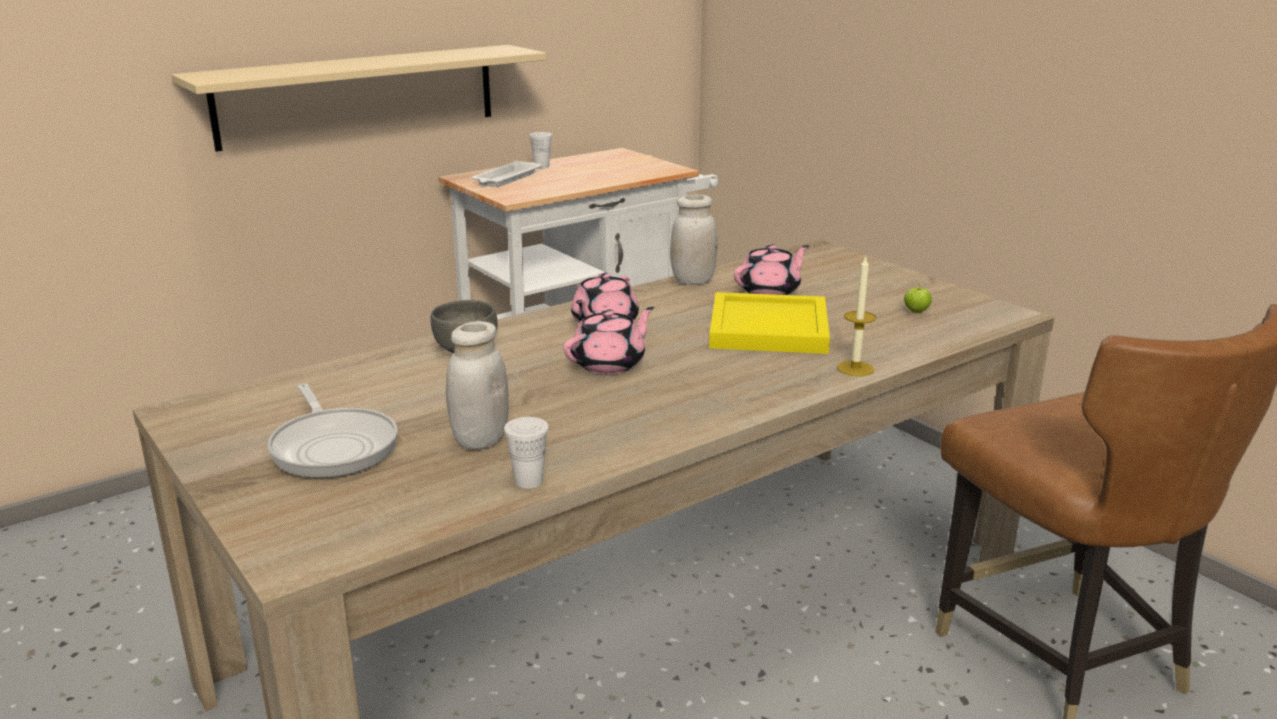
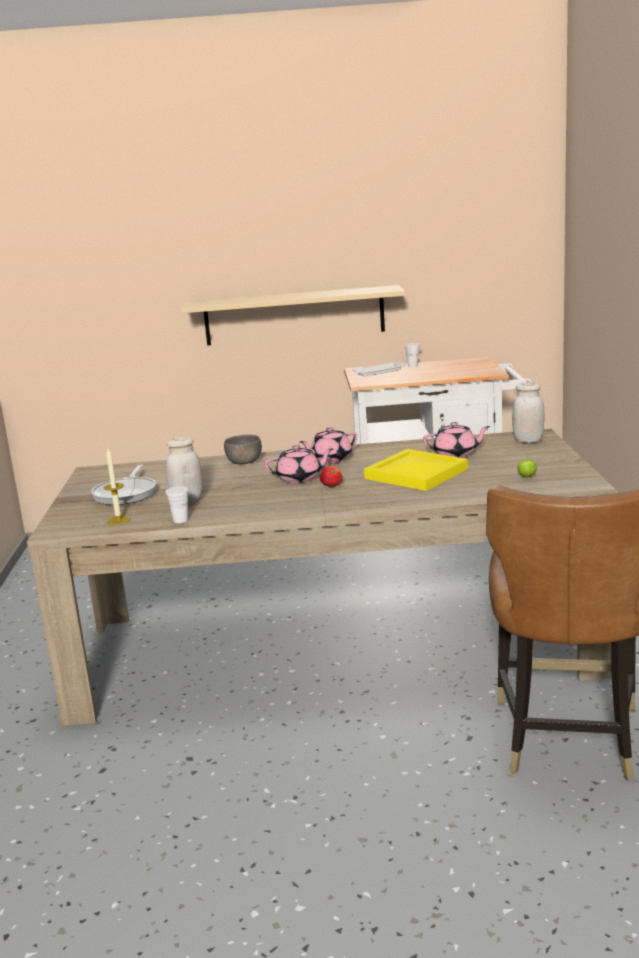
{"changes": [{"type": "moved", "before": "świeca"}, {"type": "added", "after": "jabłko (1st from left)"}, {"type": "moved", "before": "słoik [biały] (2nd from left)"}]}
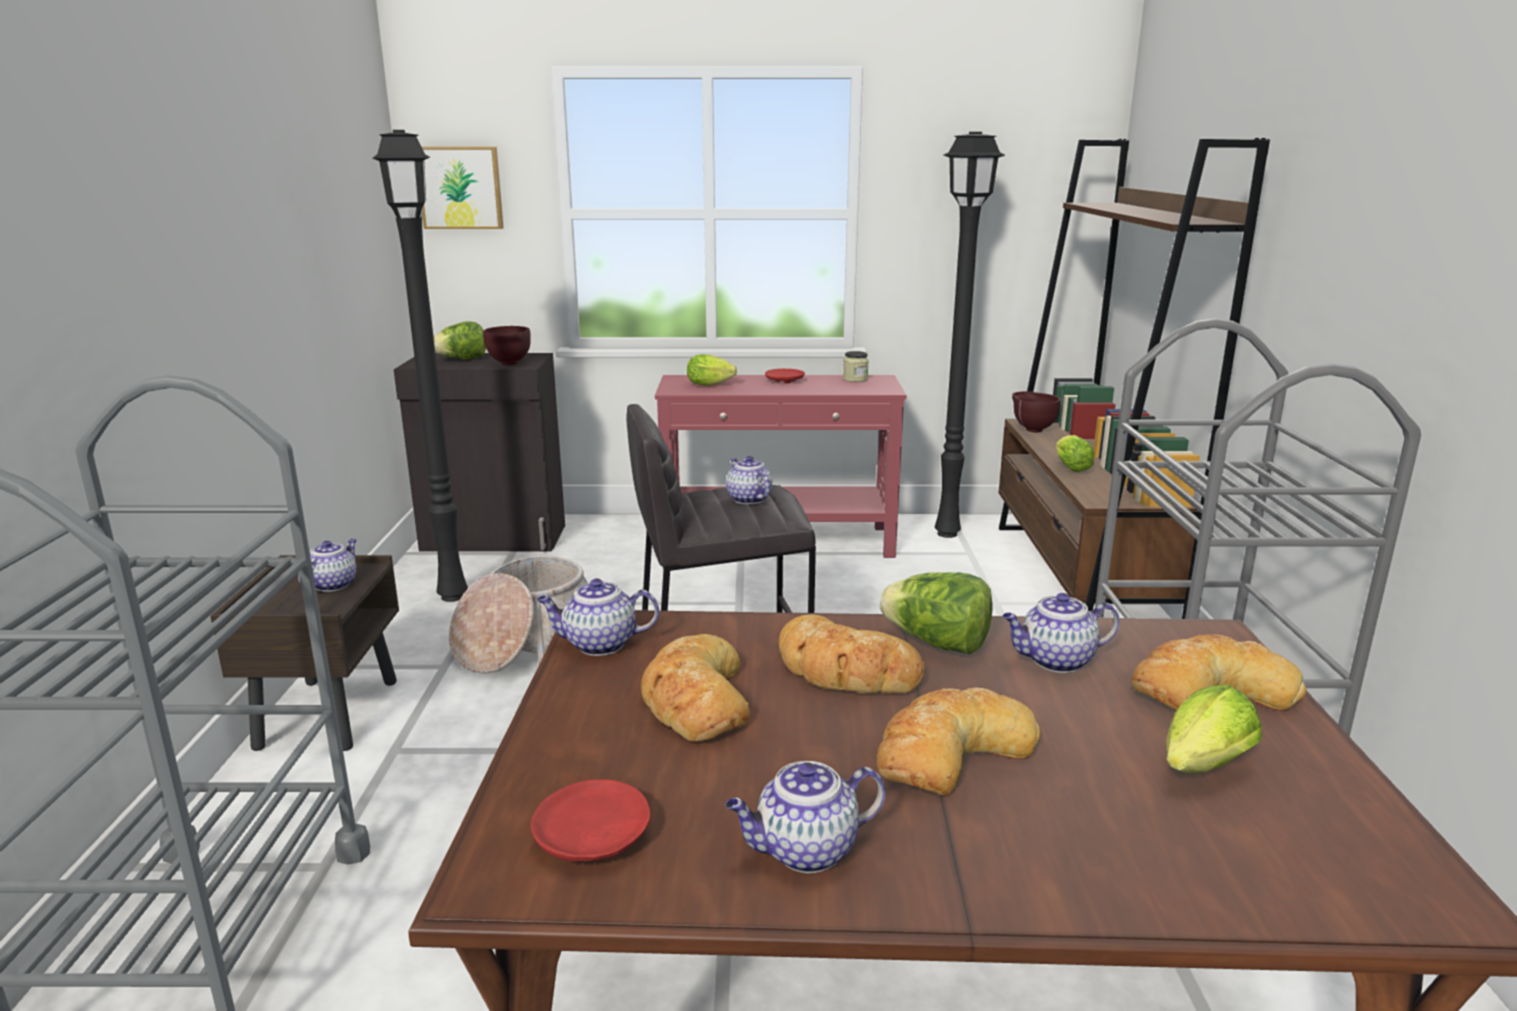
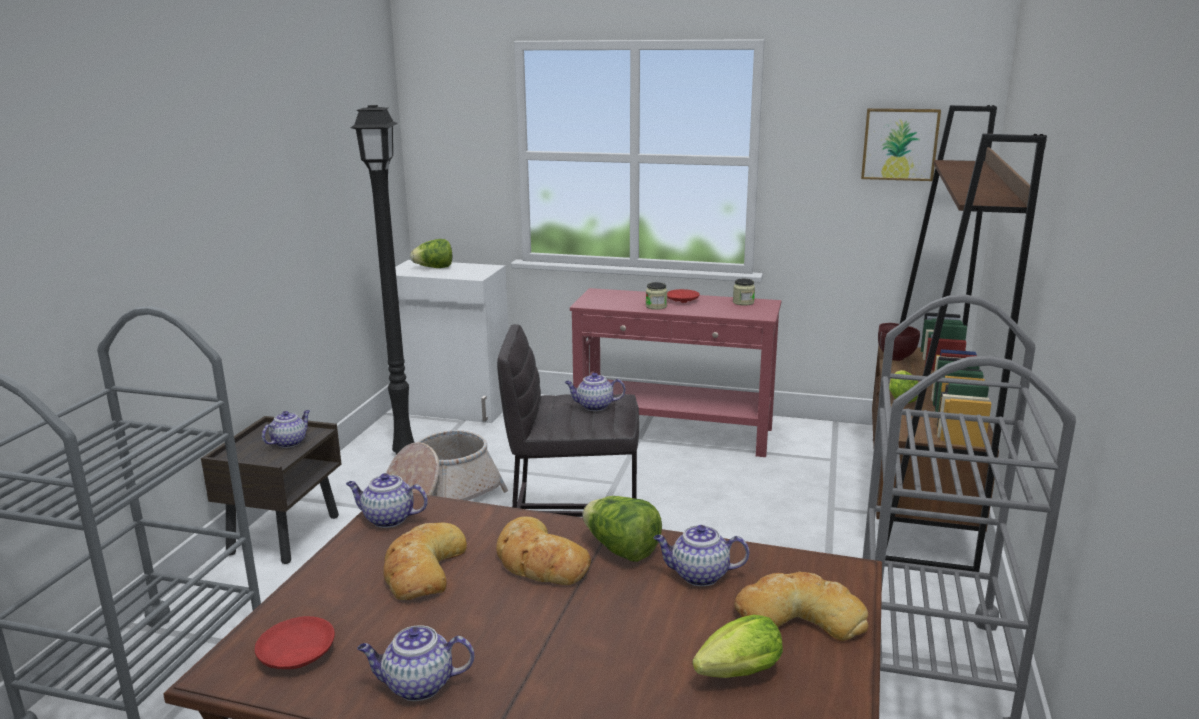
{"changes": [{"type": "recoloured", "before": "szafka [czarny]", "after": "szafka [biały]"}, {"type": "turned", "before": "imbryk (3rd from left in the first image)", "turn": -75}, {"type": "added", "after": "słoik (1st from left)"}, {"type": "moved", "before": "obraz"}, {"type": "removed", "before": "miska [brązowy] (1st from left)"}, {"type": "removed", "before": "sałata (2nd from left)"}, {"type": "removed", "before": "chleb (3rd from left)"}, {"type": "removed", "before": "lampa stojąca [czarny] (2nd from left)"}]}
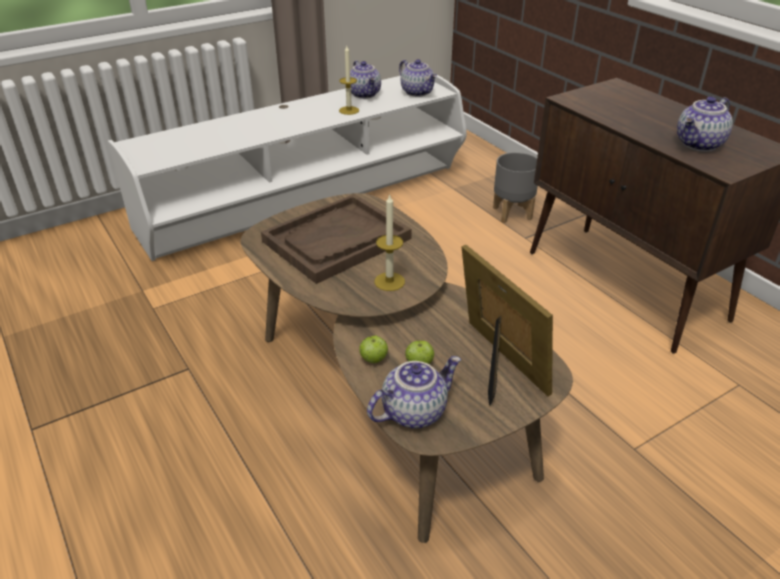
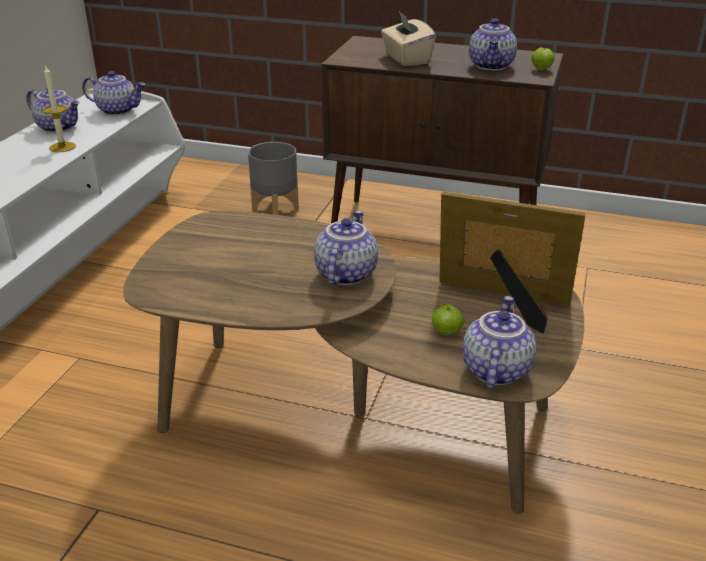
{"changes": [{"type": "replaced", "before": "świeca (2nd from left)", "after": "imbryk (3rd from left)"}, {"type": "added", "after": "pudełko chusteczek [beżowy]"}, {"type": "moved", "before": "jabłko (1st from left in the first image)", "after": "jabłko (2nd from left)"}, {"type": "removed", "before": "taca [brązowy]"}]}
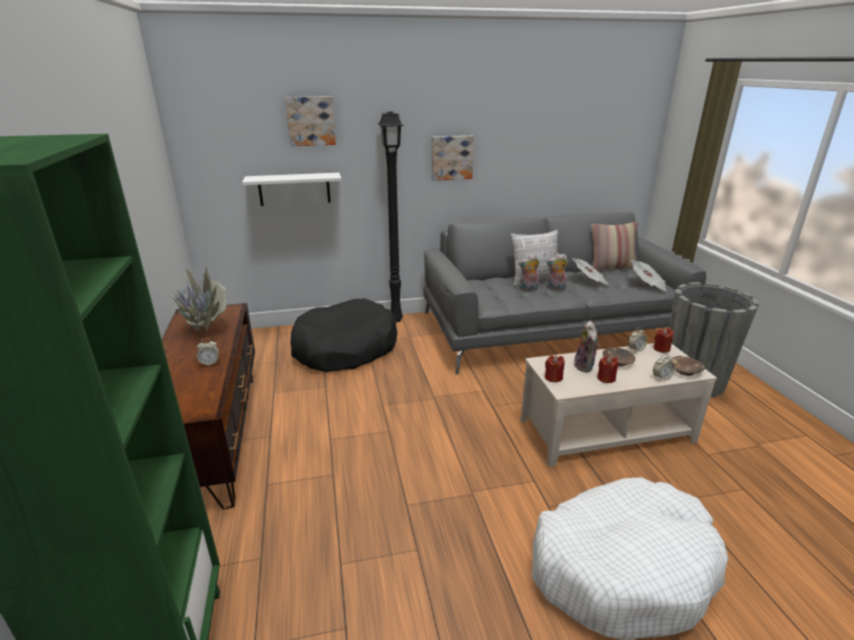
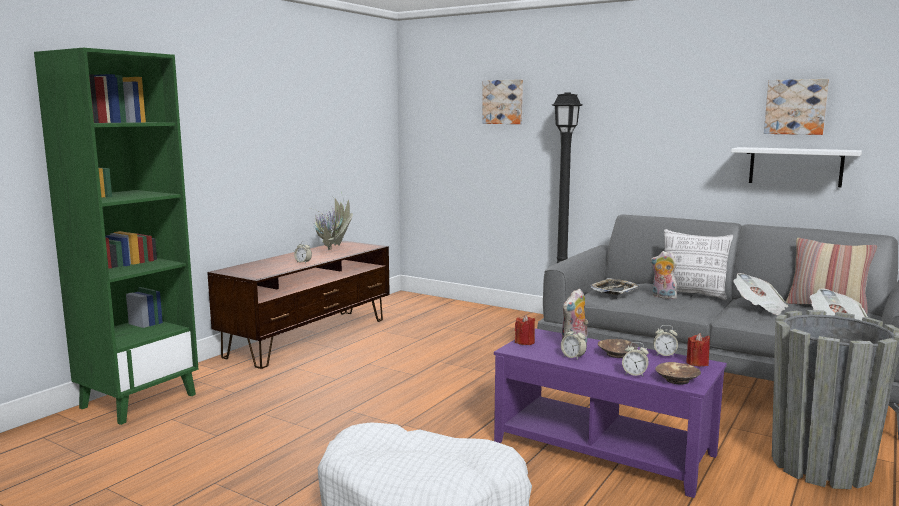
{"changes": [{"type": "recoloured", "before": "ława [beżowy]", "after": "ława [fioletowy]"}, {"type": "replaced", "before": "świeca [czerwony] (2nd from left)", "after": "budzik (2nd from left)"}, {"type": "added", "after": "taca"}, {"type": "moved", "before": "półka [biały]"}, {"type": "moved", "before": "obraz (2nd from left)"}, {"type": "removed", "before": "legowisko [czarny]"}, {"type": "removed", "before": "pluszak (2nd from left)"}]}
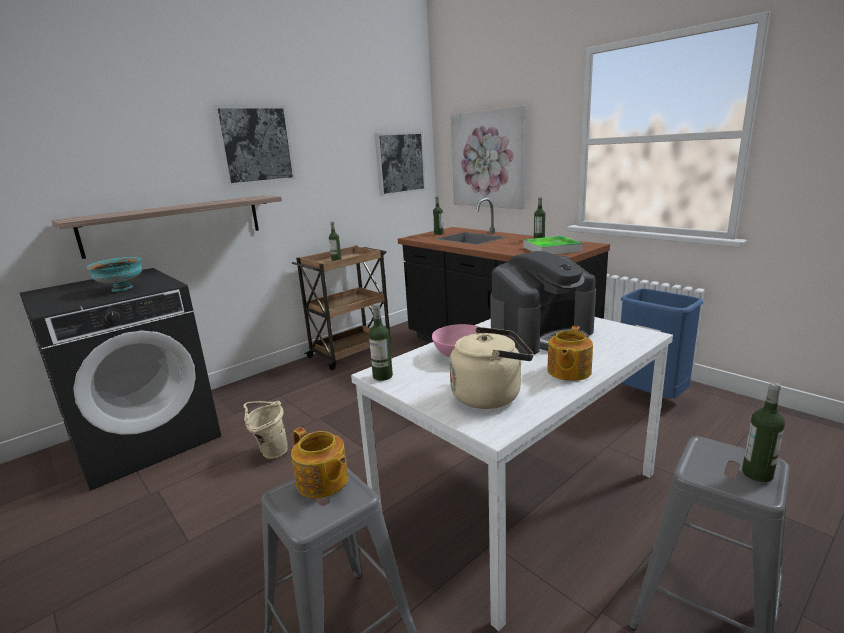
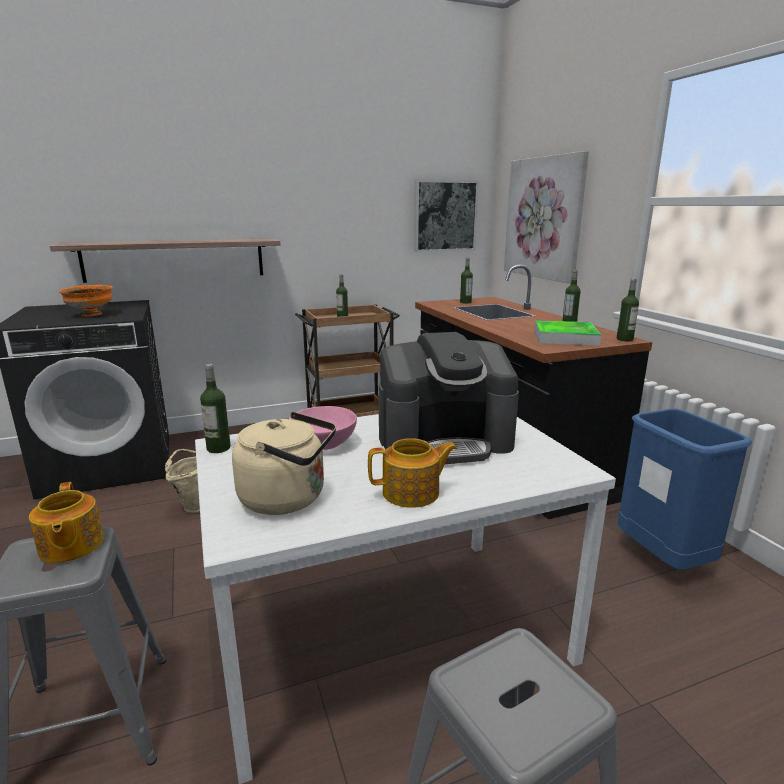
{"changes": [{"type": "recoloured", "before": "miska [turkusowy]", "after": "miska [pomarańczowy]"}, {"type": "turned", "before": "imbryk (2nd from left)", "turn": -150}, {"type": "moved", "before": "butelka (5th from left)"}, {"type": "removed", "before": "obraz (1st from left)"}]}
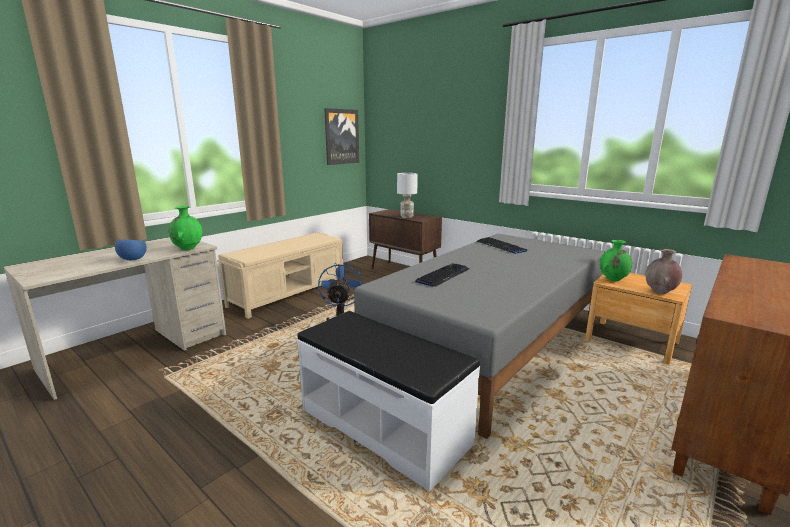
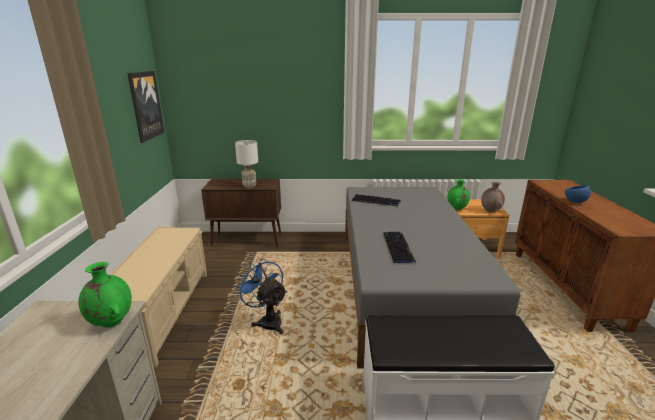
{"changes": [{"type": "moved", "before": "miska [niebieski]"}]}
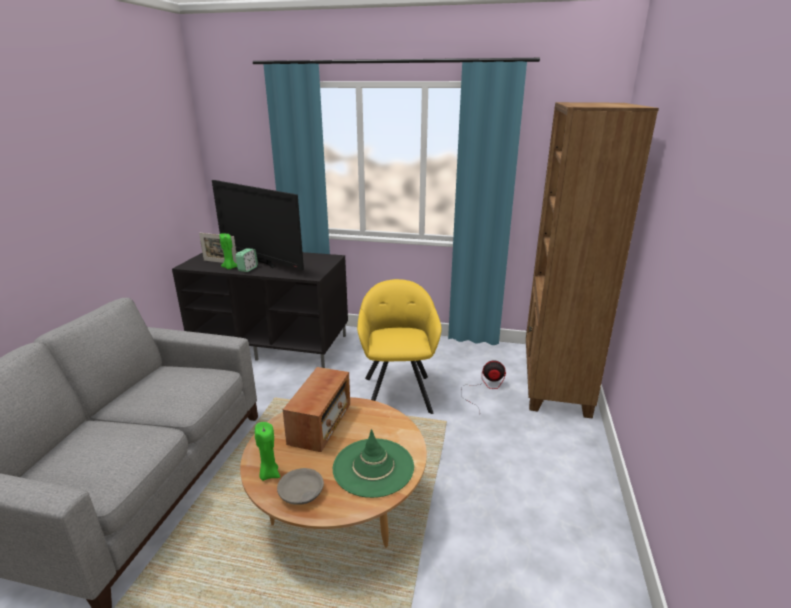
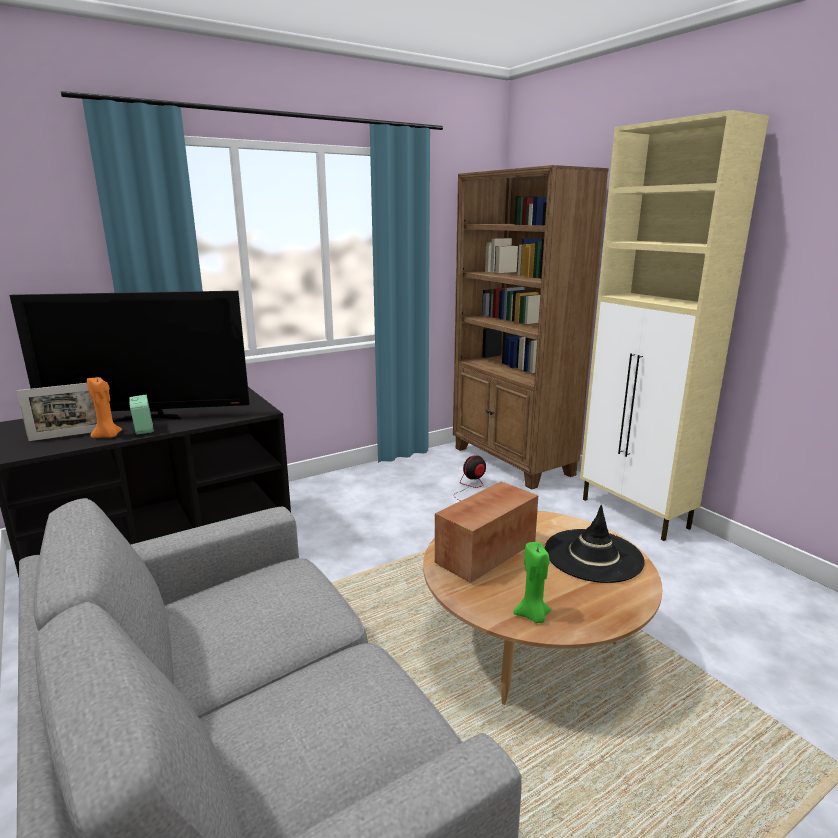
{"changes": [{"type": "recoloured", "before": "świeca [zielony] (1st from left)", "after": "świeca [pomarańczowy]"}, {"type": "turned", "before": "radio", "turn": -105}, {"type": "recoloured", "before": "kapelusz [zielony]", "after": "kapelusz [czarny]"}, {"type": "added", "after": "szafka [beżowy]"}, {"type": "removed", "before": "miska [szary]"}, {"type": "removed", "before": "fotel [żółty]"}]}
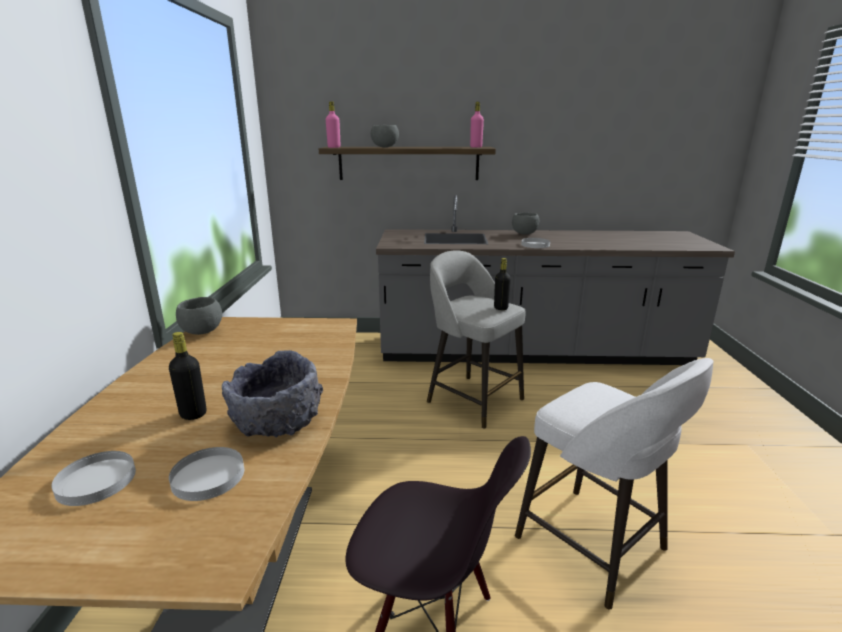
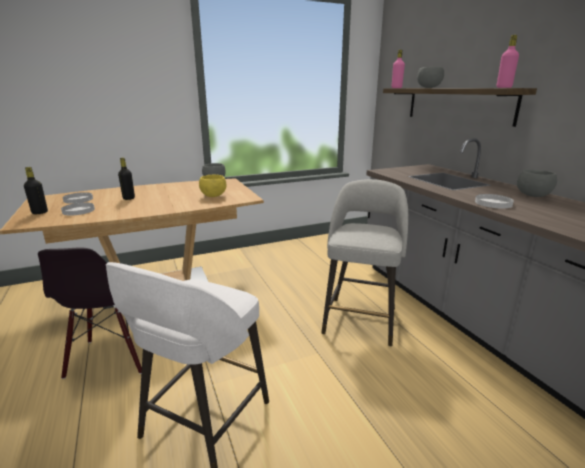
{"changes": [{"type": "moved", "before": "butelka [czarny] (2nd from left in the first image)", "after": "butelka [czarny] (1st from left)"}, {"type": "added", "after": "miska [żółty]"}, {"type": "removed", "before": "miska [szary] (2nd from left)"}]}
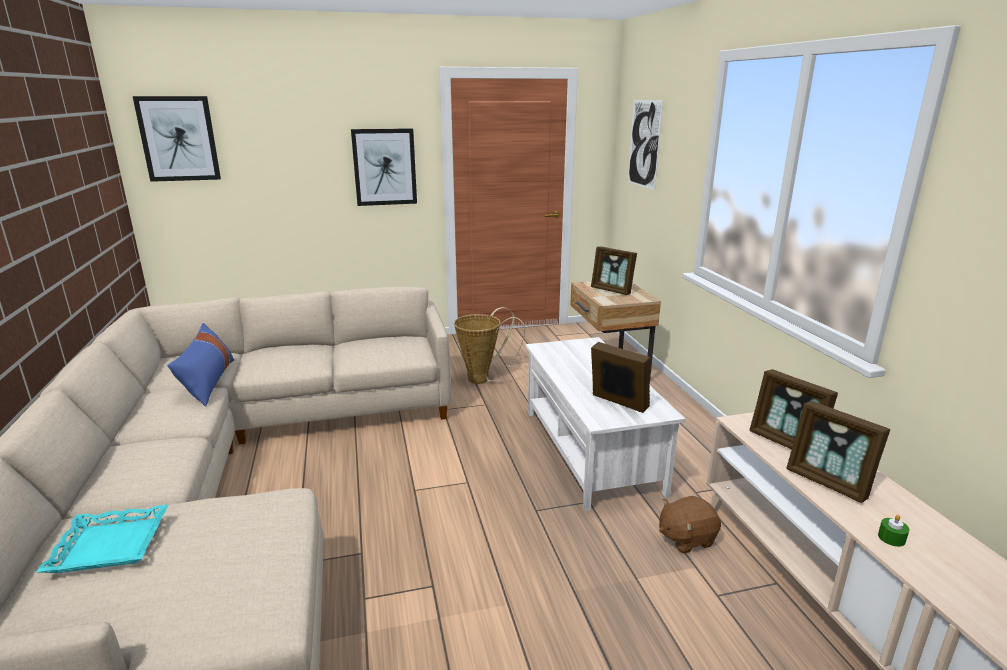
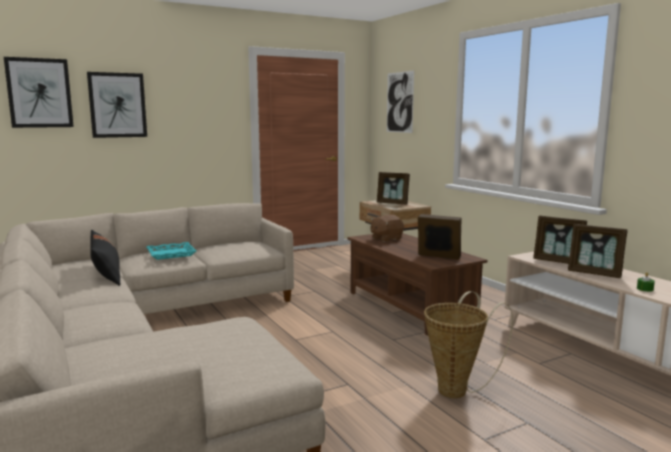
{"changes": [{"type": "moved", "before": "obraz (2nd from left)"}, {"type": "recoloured", "before": "poduszka [niebieski]", "after": "poduszka [czarny]"}, {"type": "moved", "before": "taca [turkusowy]"}, {"type": "recoloured", "before": "ława [biały]", "after": "ława [brązowy]"}, {"type": "moved", "before": "pluszak [brązowy]"}, {"type": "moved", "before": "koszyk"}]}
